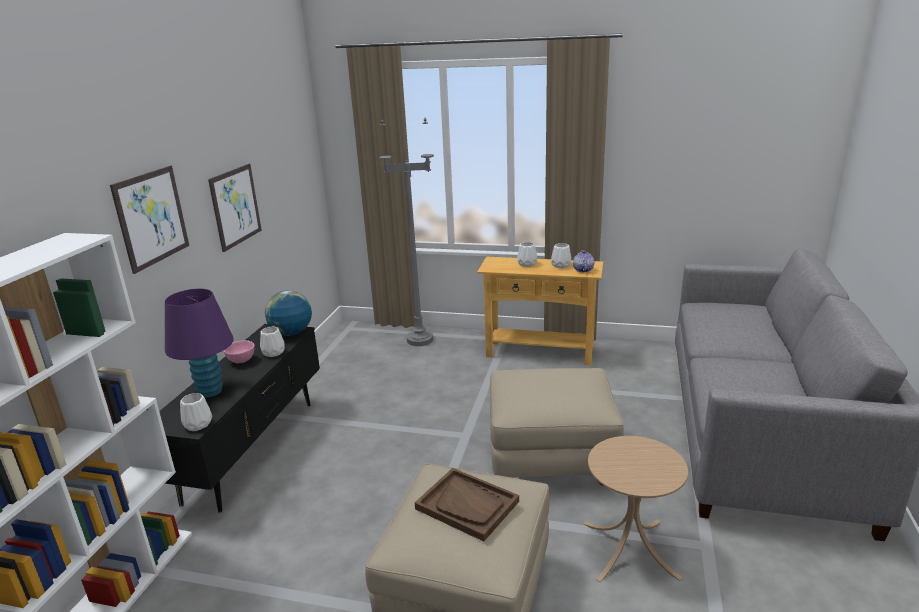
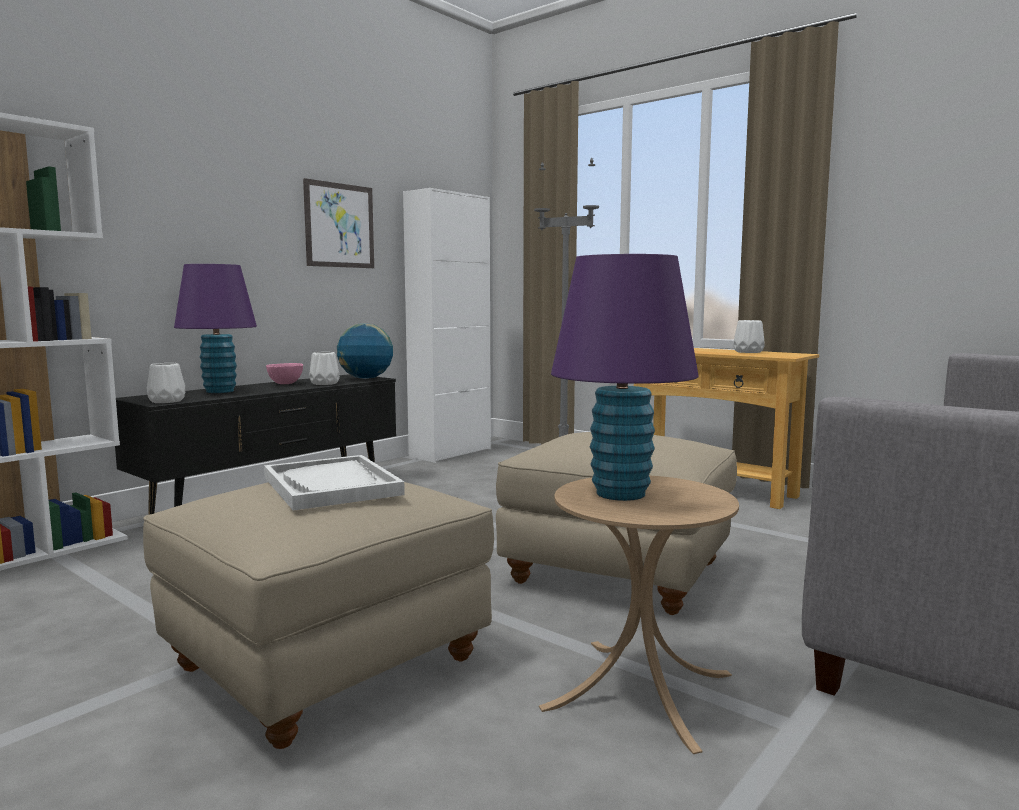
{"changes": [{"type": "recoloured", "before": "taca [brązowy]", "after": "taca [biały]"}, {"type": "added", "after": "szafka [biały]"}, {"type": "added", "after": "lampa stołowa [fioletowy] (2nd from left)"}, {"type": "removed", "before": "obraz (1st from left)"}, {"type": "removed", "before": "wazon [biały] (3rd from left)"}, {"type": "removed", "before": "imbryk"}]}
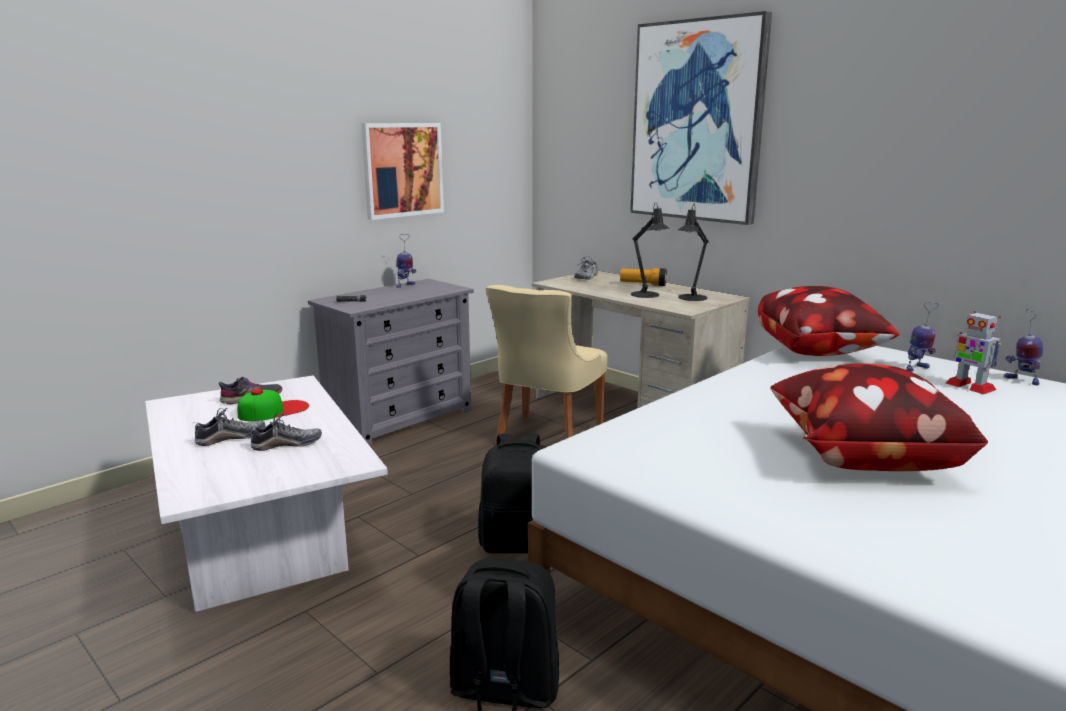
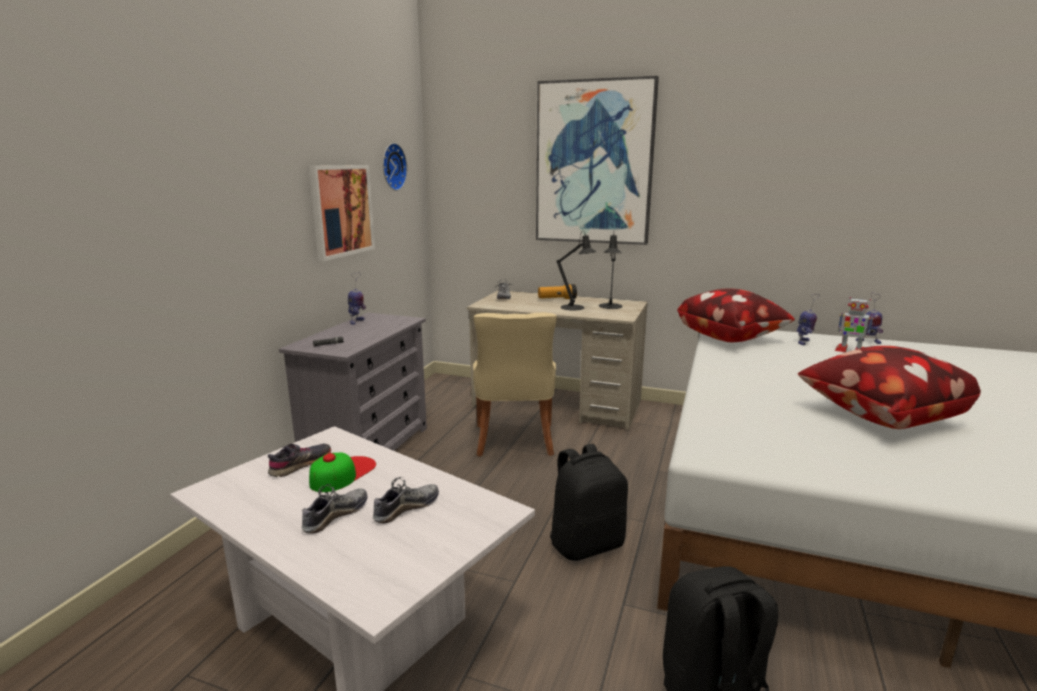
{"changes": [{"type": "added", "after": "zegar ścienny"}]}
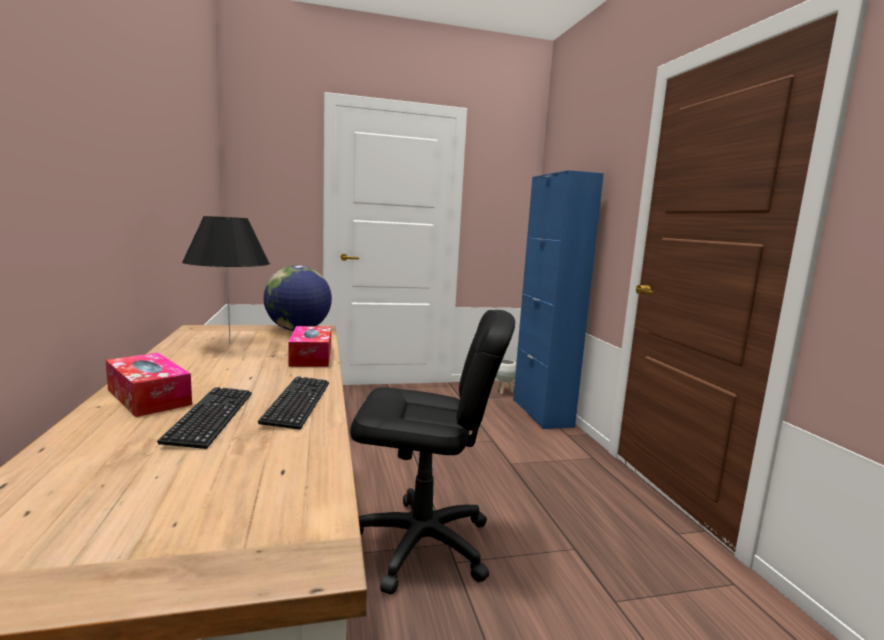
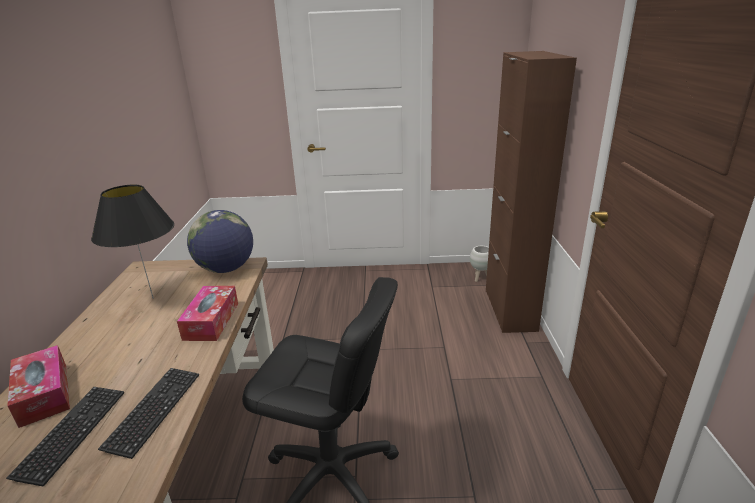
{"changes": [{"type": "recoloured", "before": "szafka [niebieski]", "after": "szafka [brązowy]"}]}
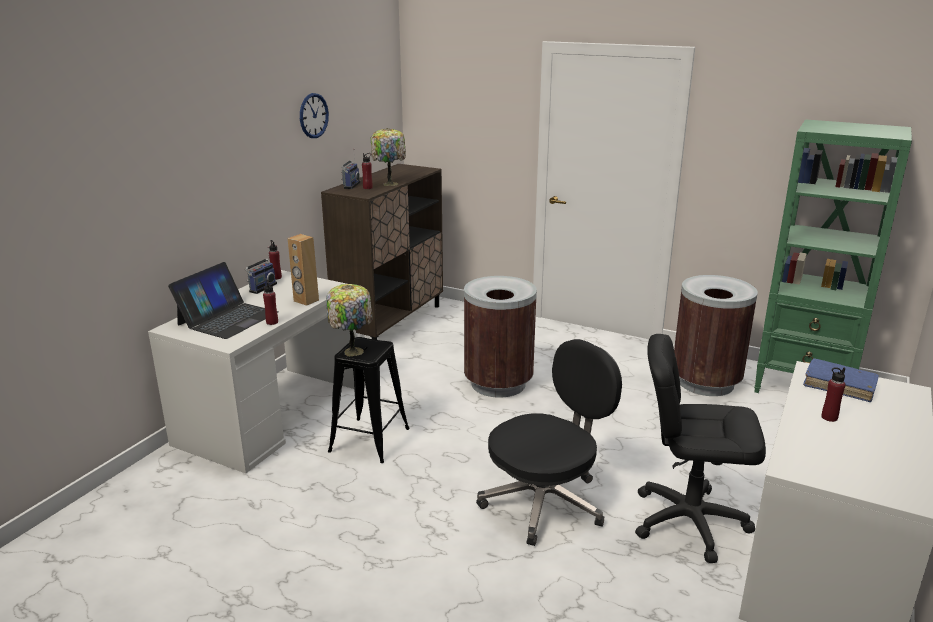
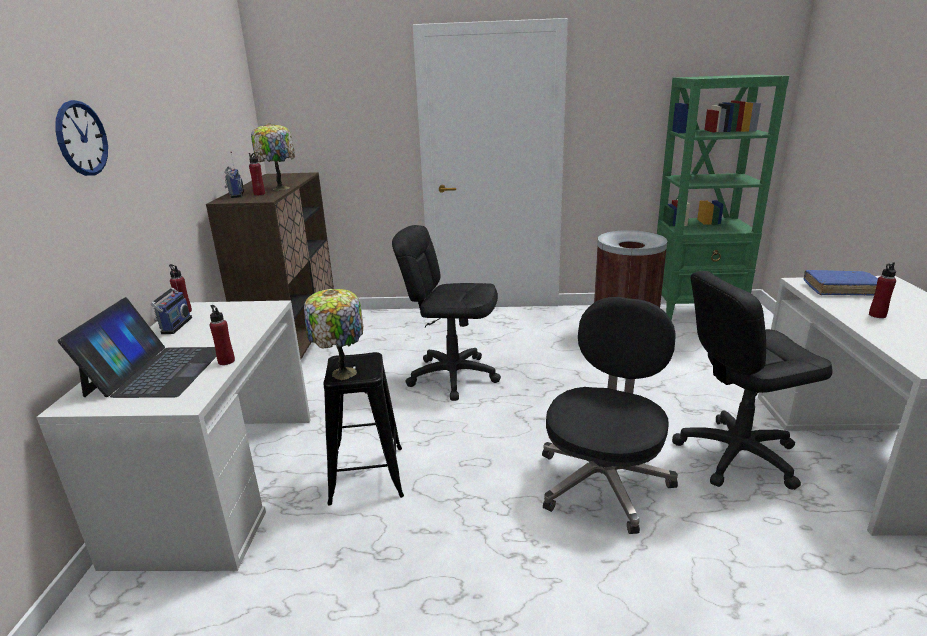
{"changes": [{"type": "moved", "before": "zegar ścienny"}, {"type": "replaced", "before": "kosz na śmieci [brązowy] (1st from left)", "after": "krzesło biurowe [czarny] (1st from left)"}, {"type": "removed", "before": "głośnik [brązowy]"}]}
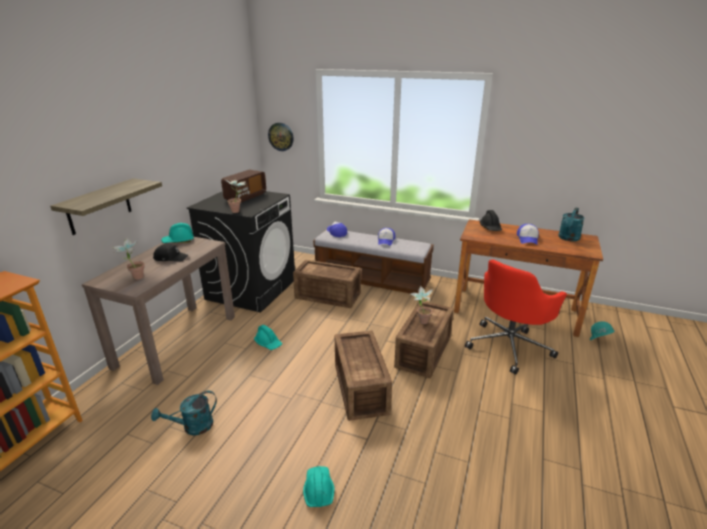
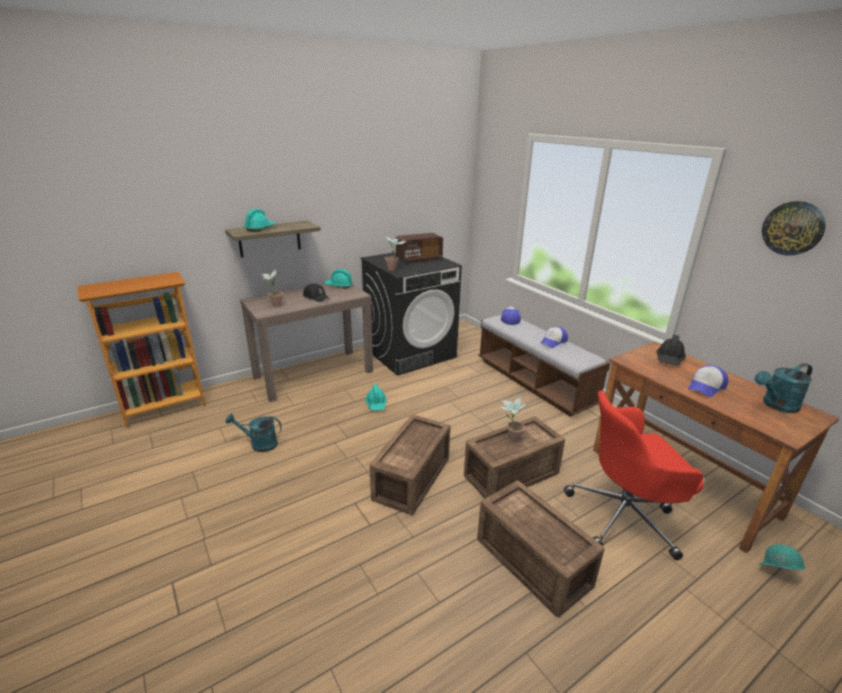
{"changes": [{"type": "moved", "before": "kask [turkusowy] (3rd from left in the first image)", "after": "kask [turkusowy] (1st from left)"}, {"type": "moved", "before": "skrzynka (1st from left in the first image)", "after": "skrzynka (3rd from left)"}, {"type": "moved", "before": "zegar ścienny"}]}
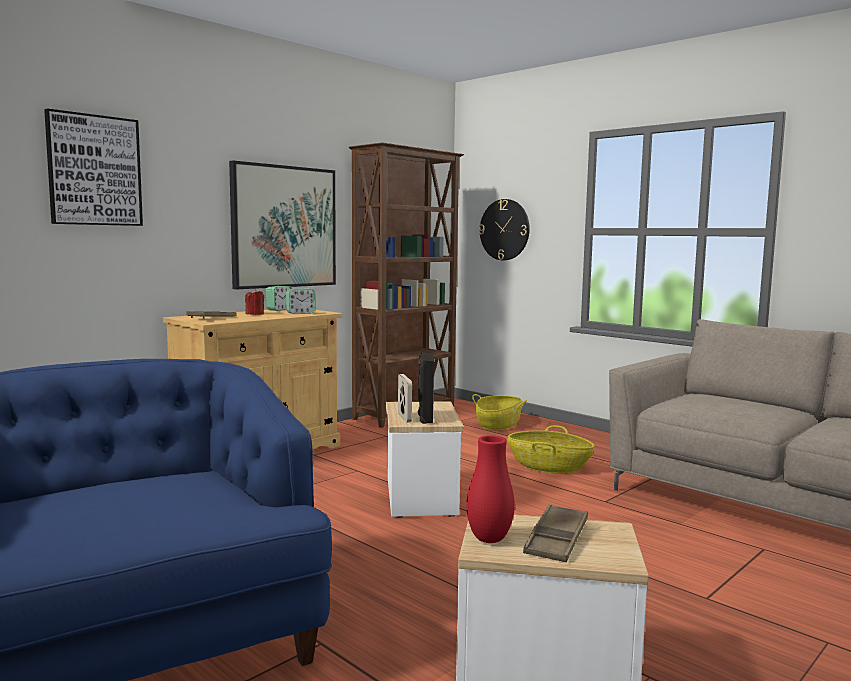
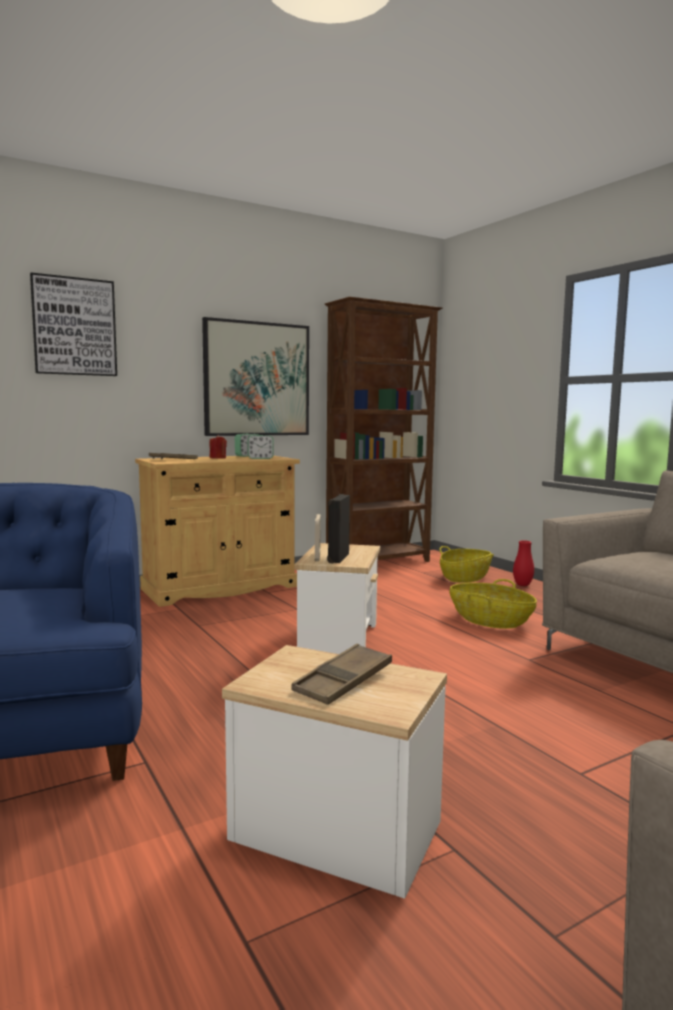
{"changes": [{"type": "moved", "before": "wazon [czerwony]"}, {"type": "removed", "before": "zegar ścienny"}]}
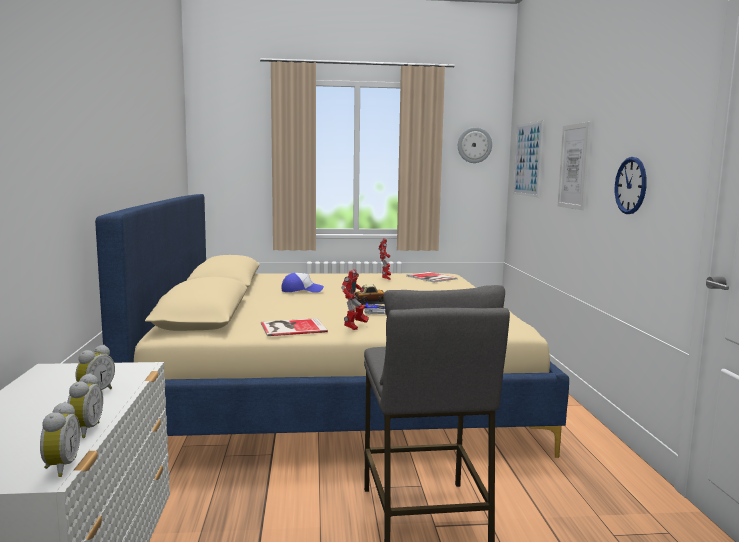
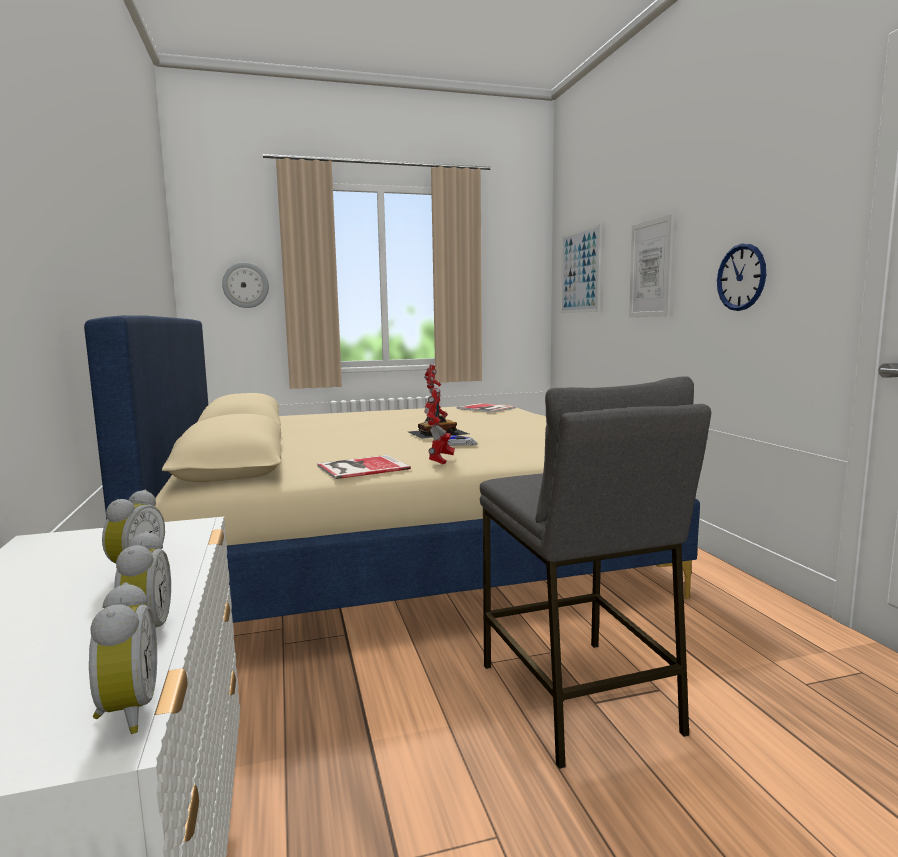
{"changes": [{"type": "moved", "before": "zegar ścienny (1st from left)"}, {"type": "removed", "before": "czapka z daszkiem"}]}
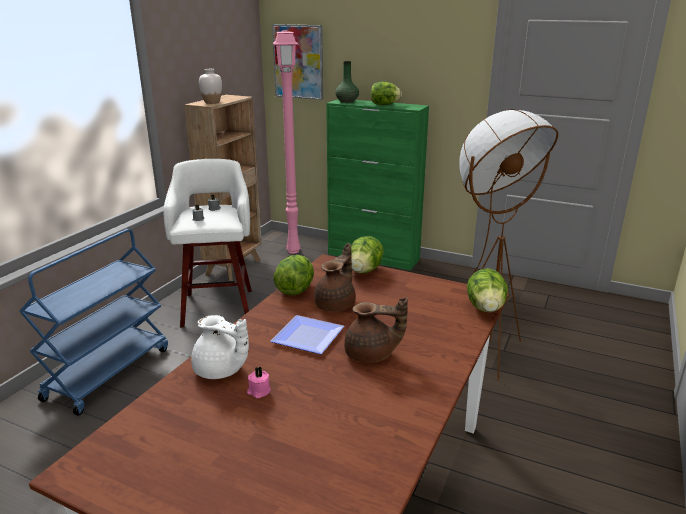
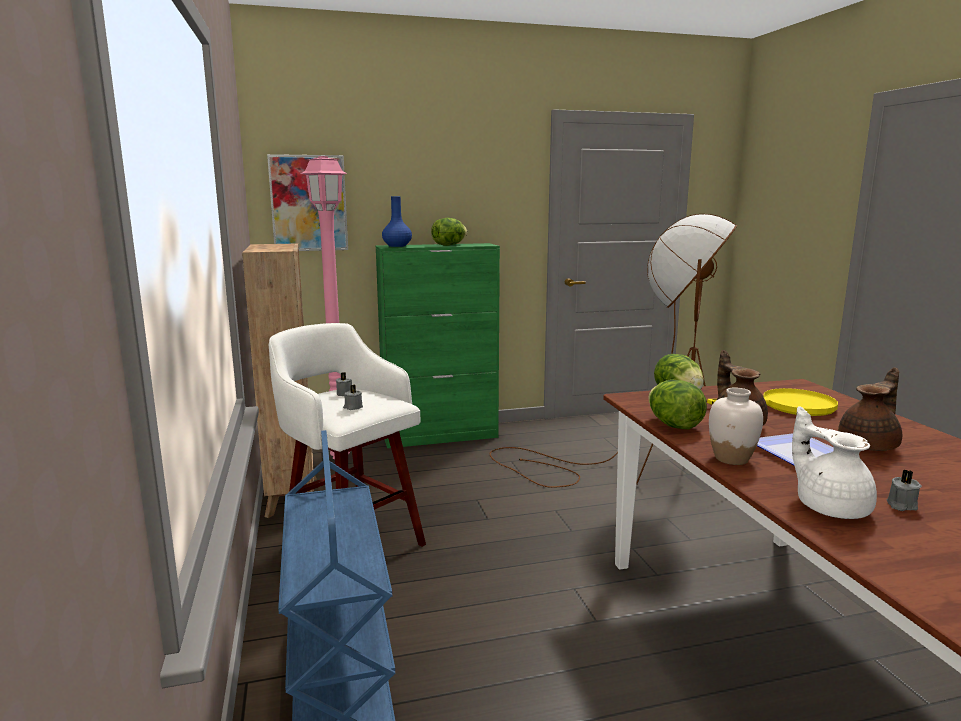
{"changes": [{"type": "recoloured", "before": "wazon [zielony]", "after": "wazon [niebieski]"}, {"type": "added", "after": "patelnia [żółty]"}, {"type": "moved", "before": "wazon [biały]"}, {"type": "turned", "before": "imbryk [biały]", "turn": -105}, {"type": "recoloured", "before": "świeca [różowy]", "after": "świeca [szary] (3rd from left)"}, {"type": "removed", "before": "sałata (4th from left)"}]}
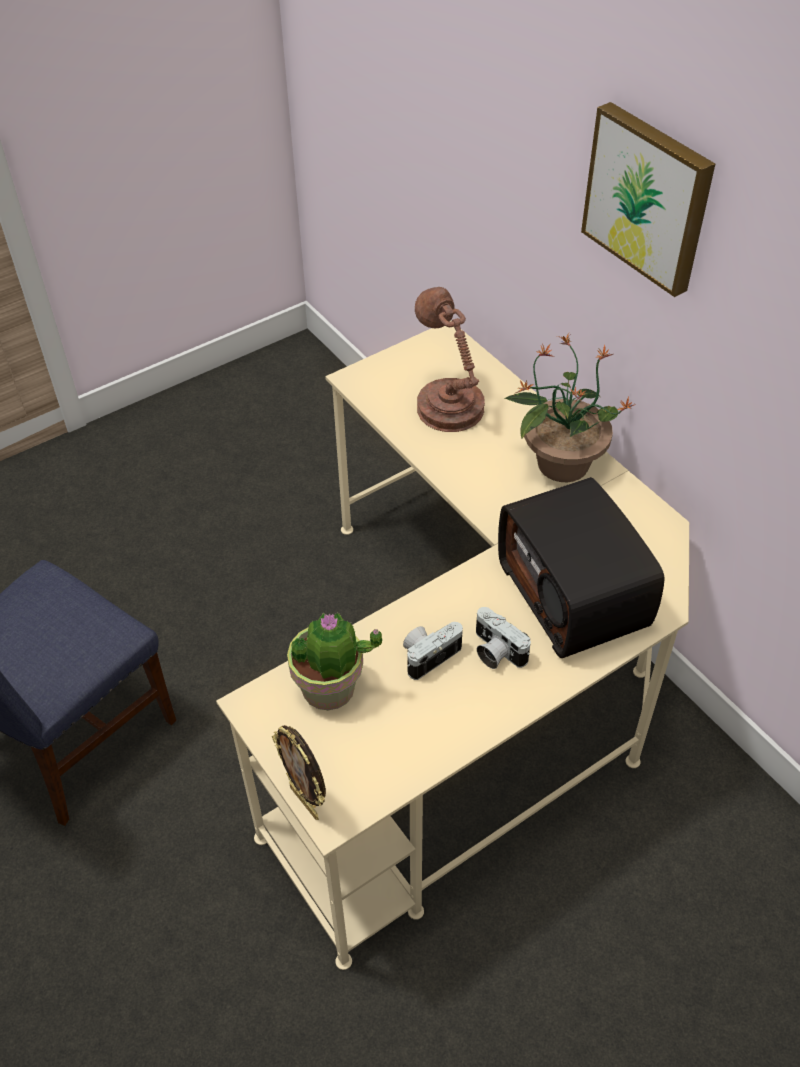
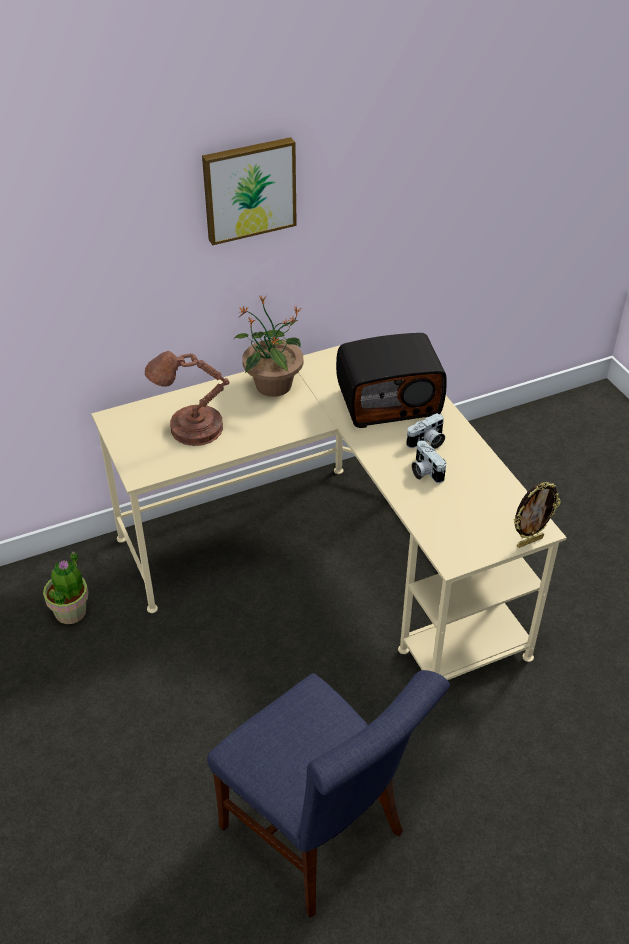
{"changes": [{"type": "moved", "before": "roślina doniczkowa (1st from left)"}]}
